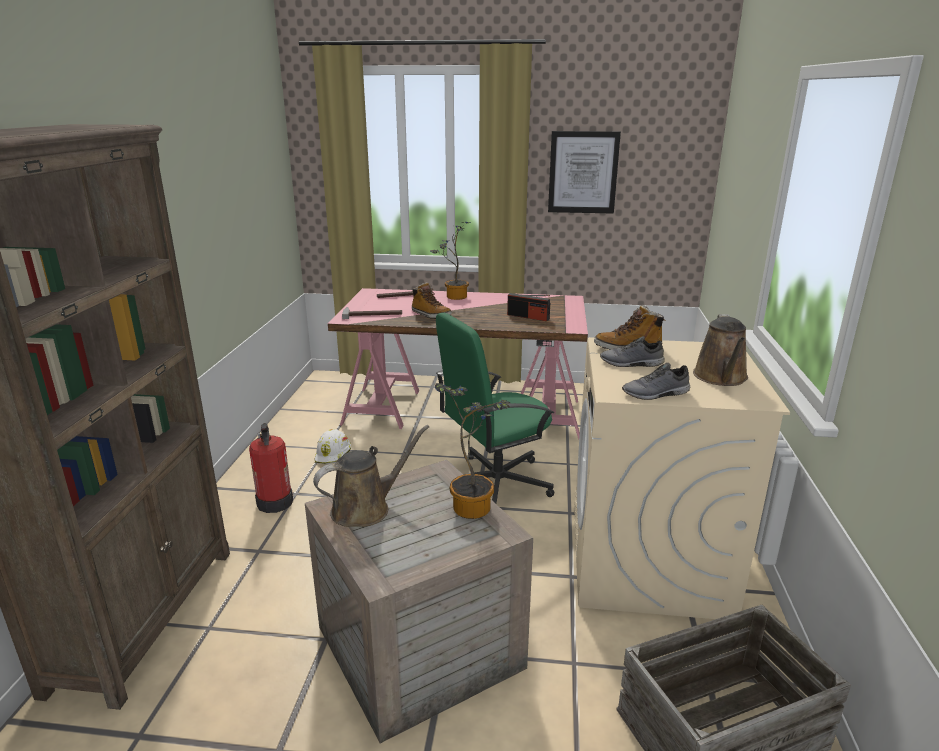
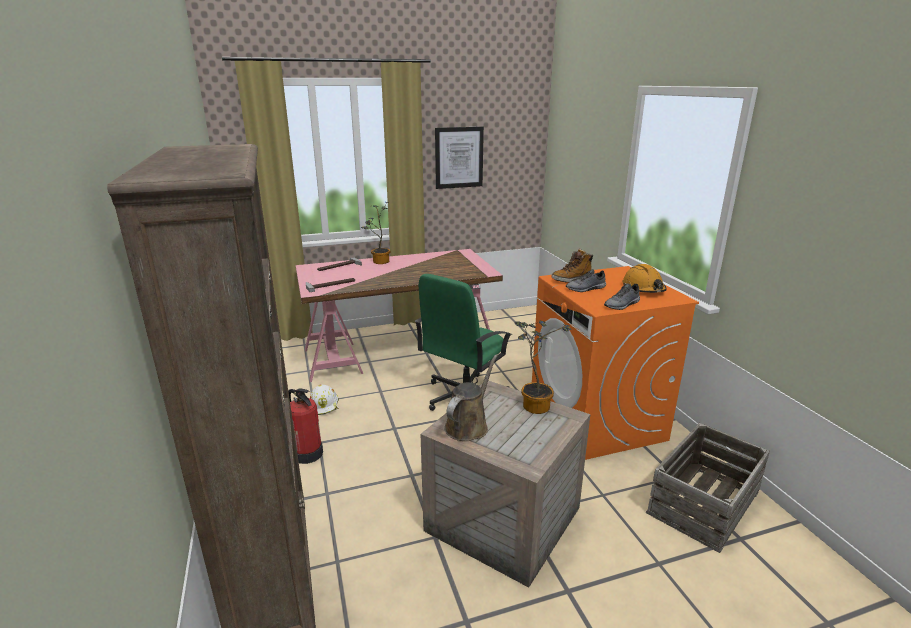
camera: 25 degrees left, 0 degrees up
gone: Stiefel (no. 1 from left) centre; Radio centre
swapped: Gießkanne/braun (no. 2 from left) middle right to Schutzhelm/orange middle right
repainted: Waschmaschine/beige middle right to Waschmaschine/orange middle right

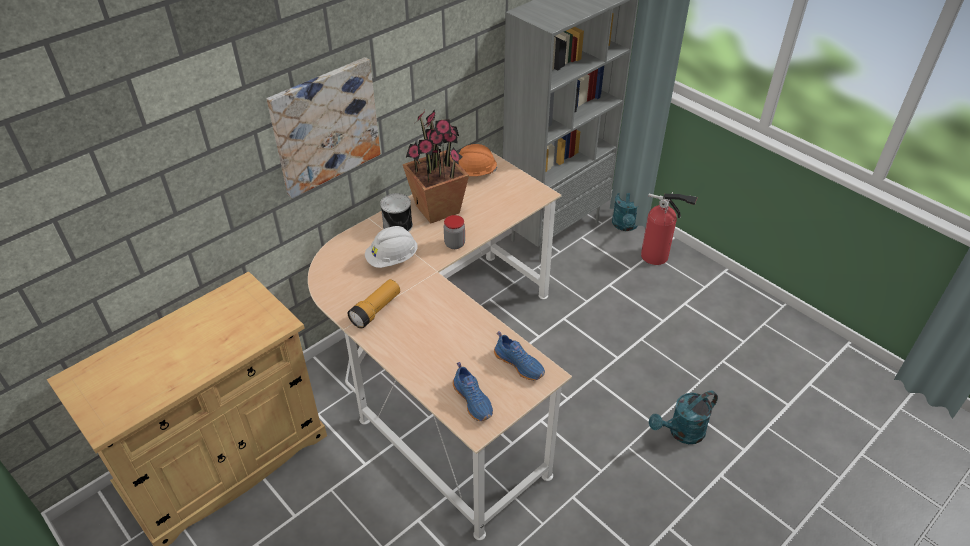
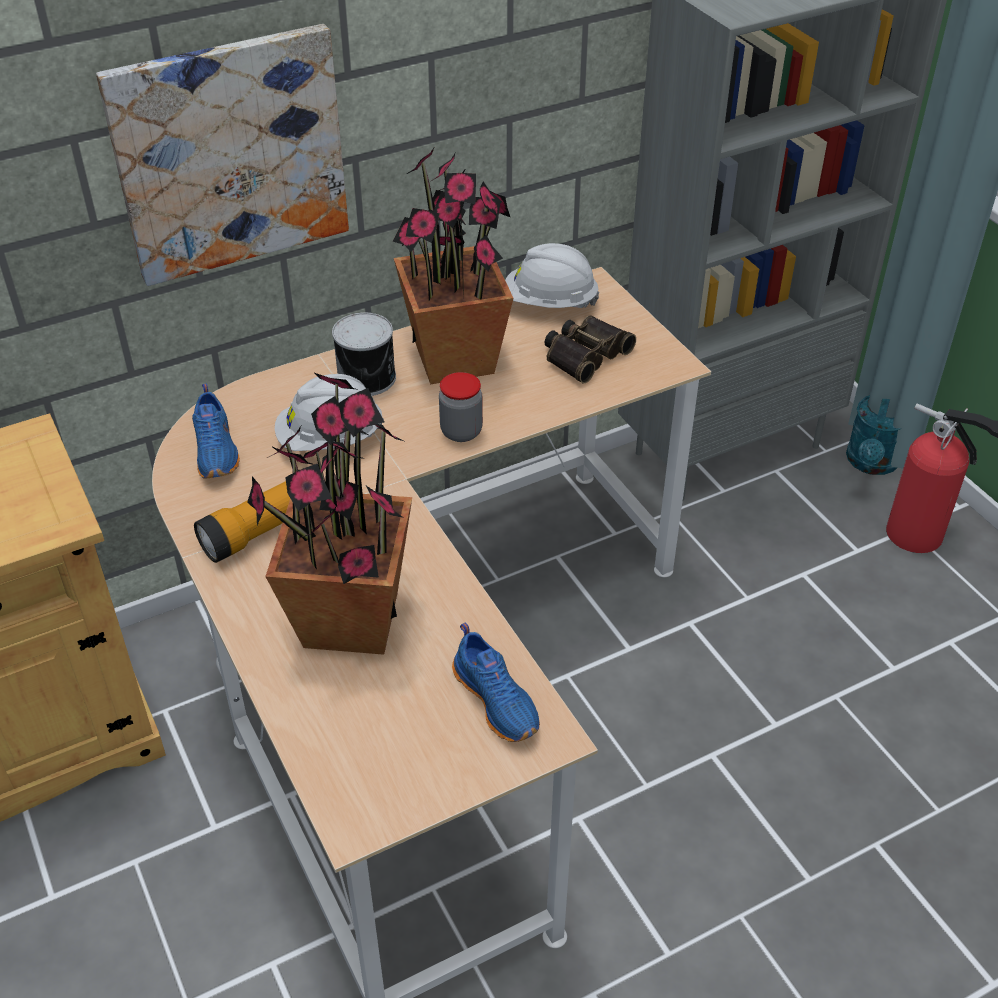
camera: 15 degrees right, 0 degrees up
gone: Gießkanne/türkis (no. 2 from left) bottom right
new: Topfpflanze (no. 1 from left) middle left; Fernglas centre
shifted: Schuh/blau (no. 1 from left) bottom centre to middle left
repainted: Schutzhelm/orange top centre to Schutzhelm/weiß (no. 2 from left) top centre

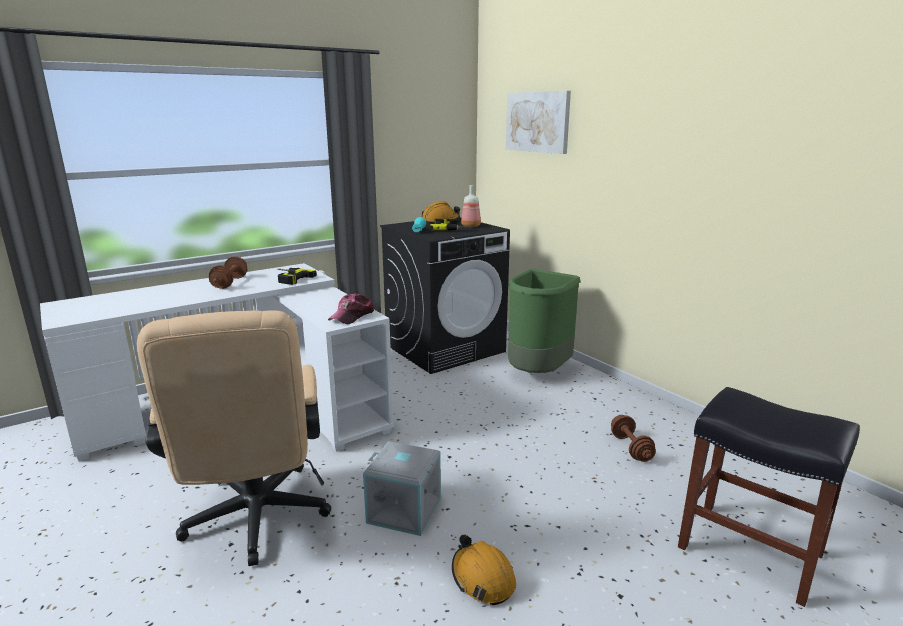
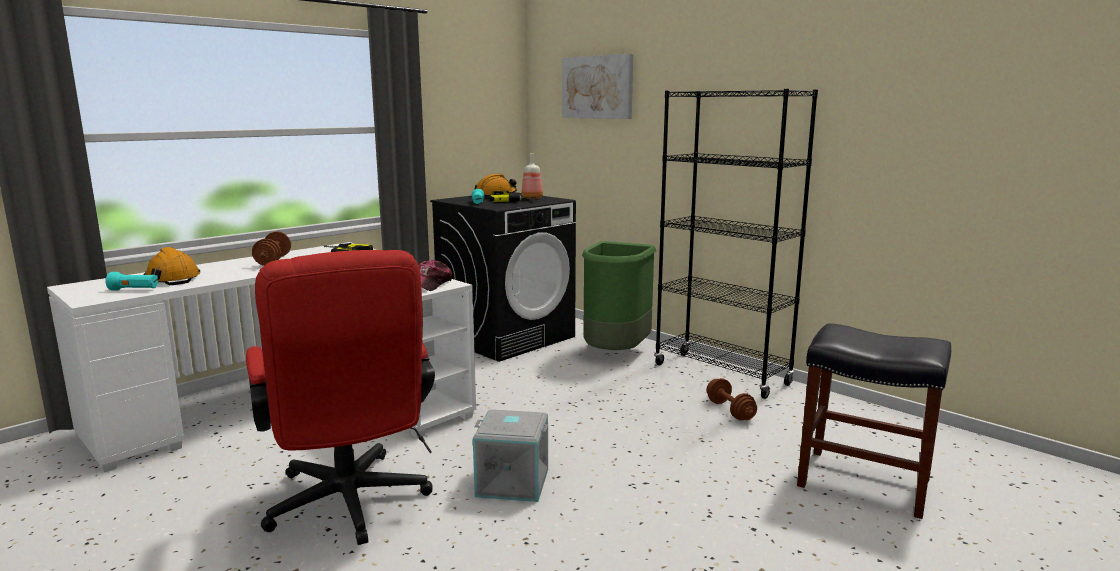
camera: 10 degrees left, 5 degrees down
new: Taschenlampe/türkis (no. 1 from left) middle left; Bücherregal/schwarz centre
shifted: Schutzhelm/orange (no. 2 from left in the first image) bottom centre to Schutzhelm/orange (no. 1 from left) middle left
repainted: Bürostuhl/beige bottom left to Bürostuhl/rot bottom left

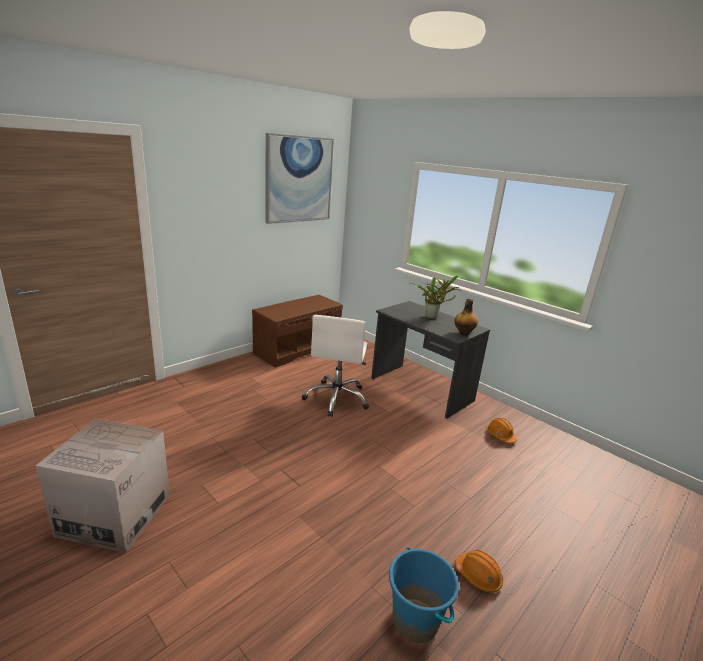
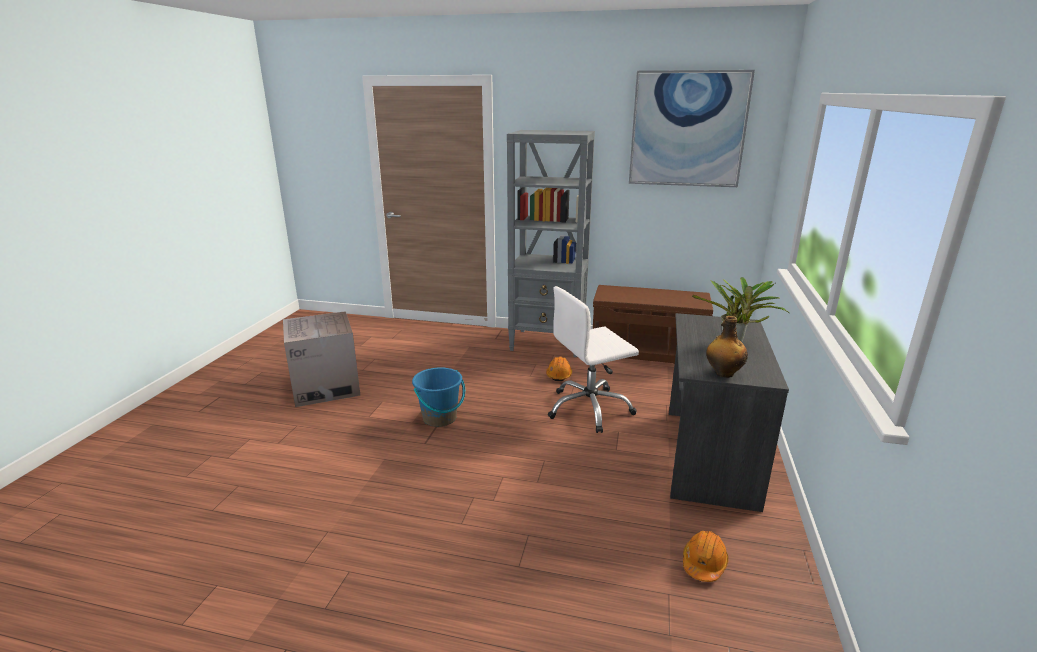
camera: 60 degrees right, 0 degrees up
new: Bücherregal/grau centre
shifted: Eimer/blau bottom centre to centre; Schutzhelm/orange (no. 1 from left) bottom right to centre

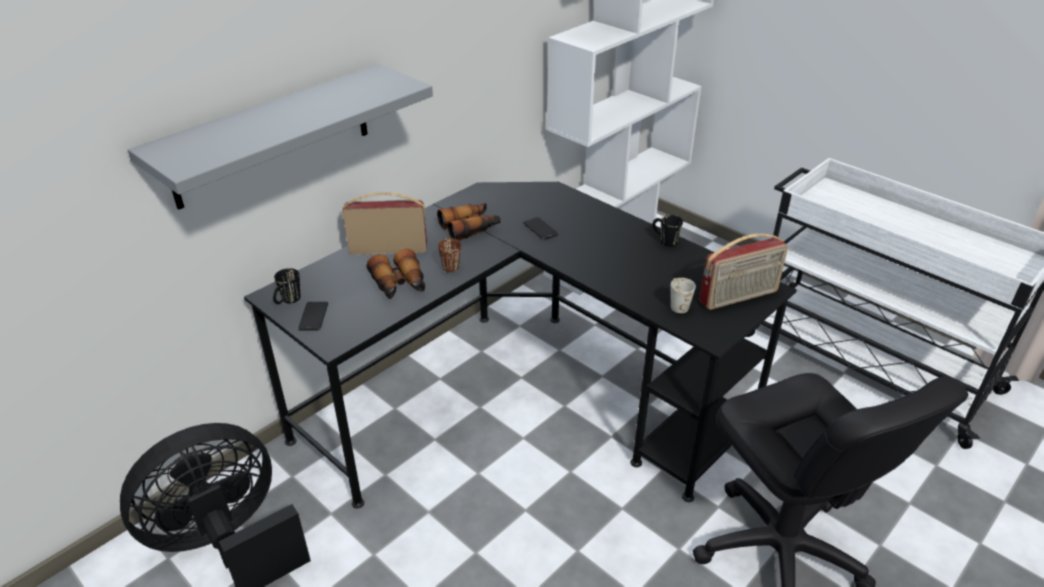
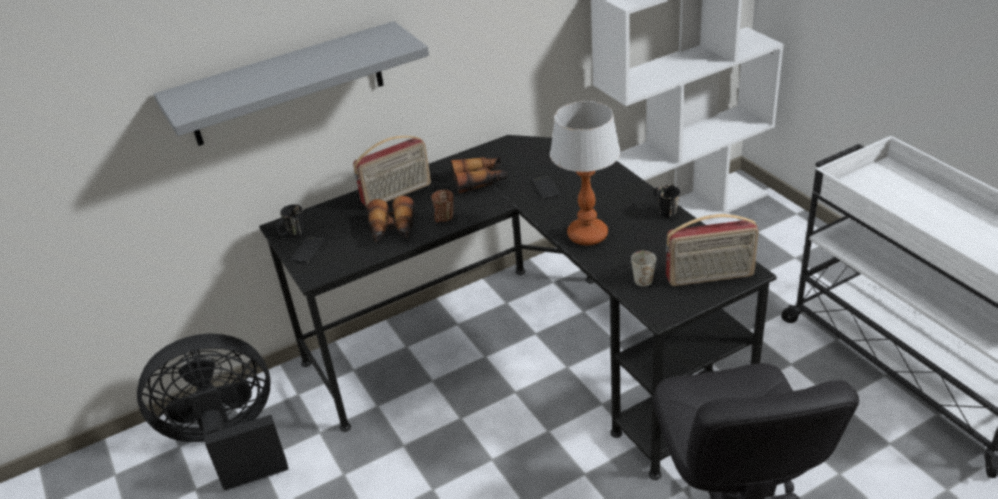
camera: 20 degrees right, 0 degrees up
new: Tischlampe centre
rotated: Radio (no. 1 from left) centre = centre 135 degrees clockwise

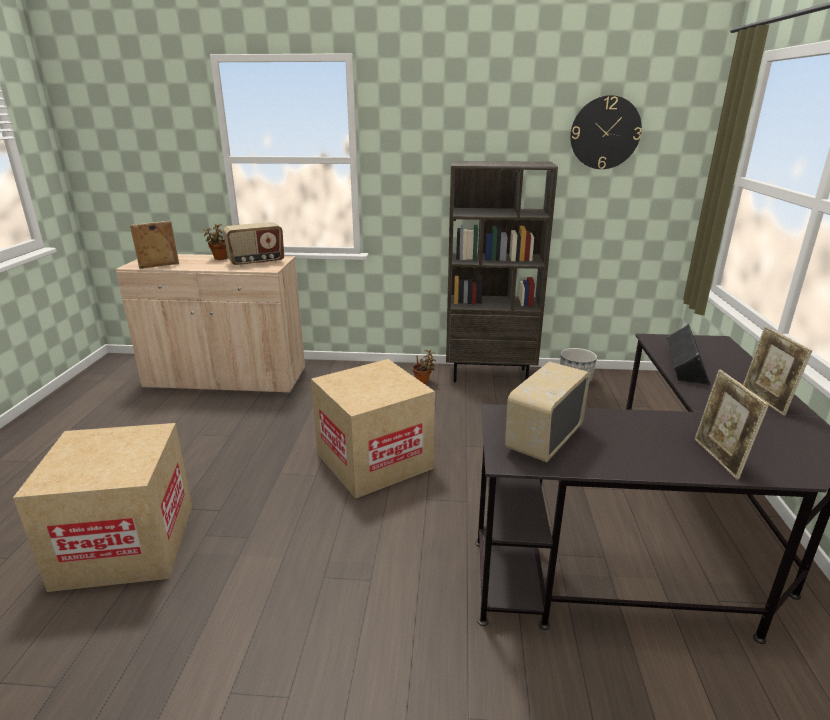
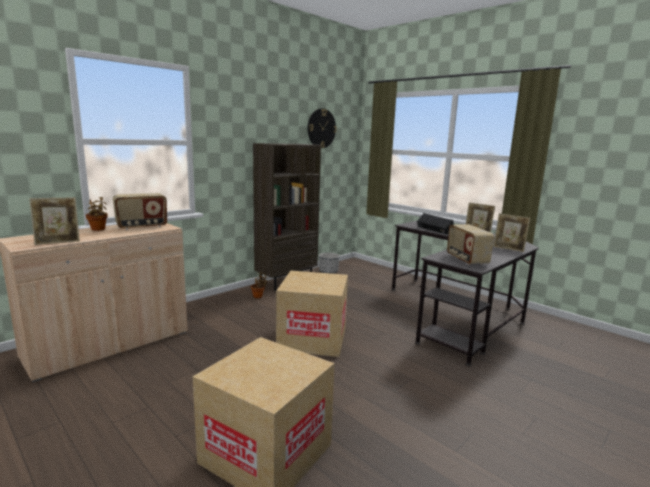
camera: 50 degrees left, 10 degrees down
rotated: Bilderrahmen (no. 1 from left) middle left = middle left 135 degrees counterclockwise; Radio (no. 1 from left) middle left = middle left 45 degrees clockwise

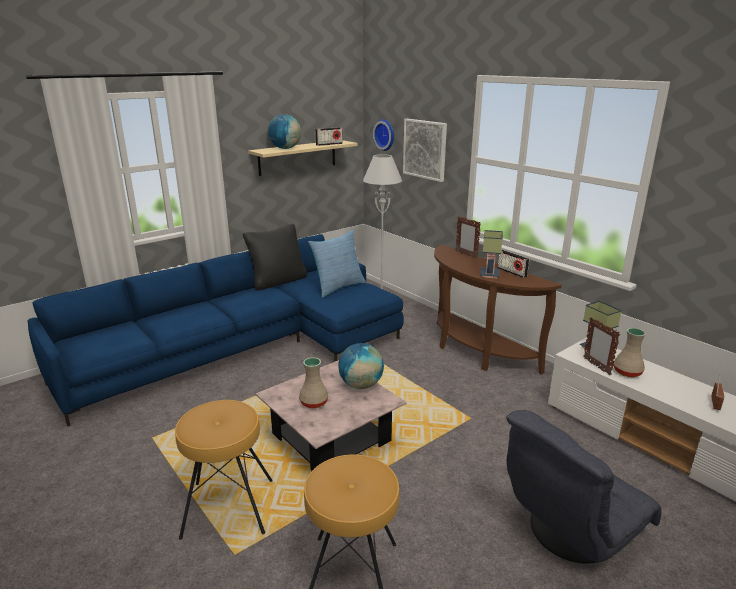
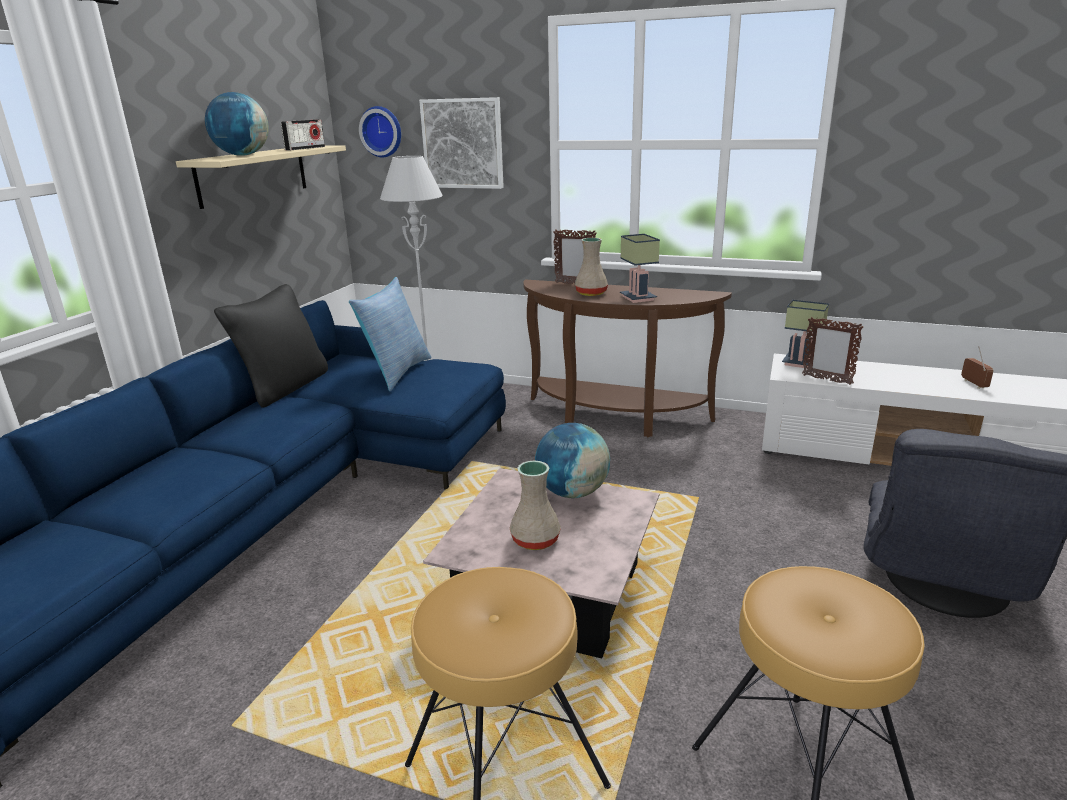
camera: 30 degrees left, 0 degrees up
gone: Radio (no. 2 from left) middle right
shifted: Vase/beige (no. 2 from left) middle right to centre

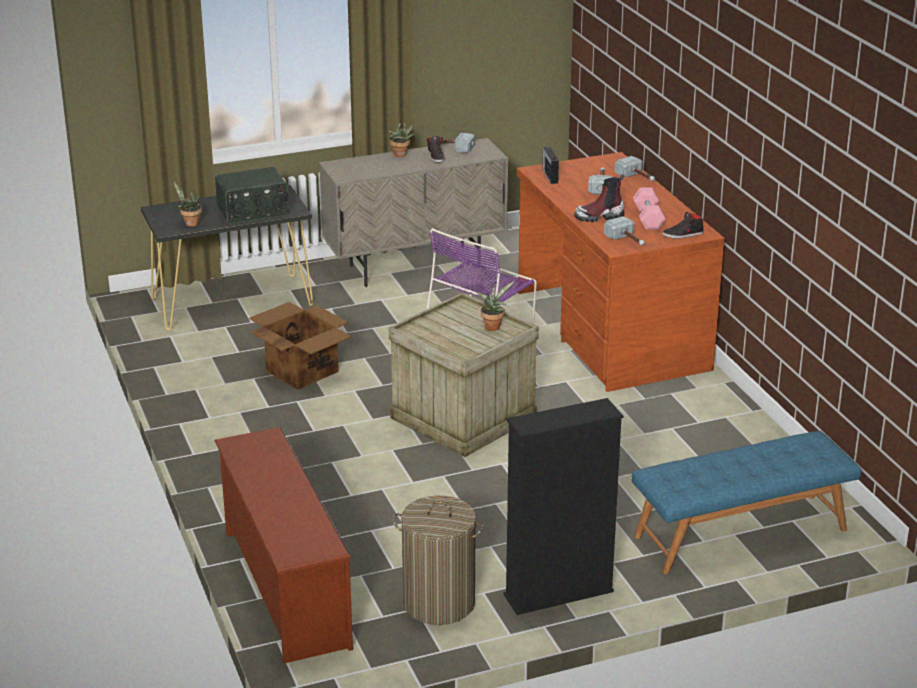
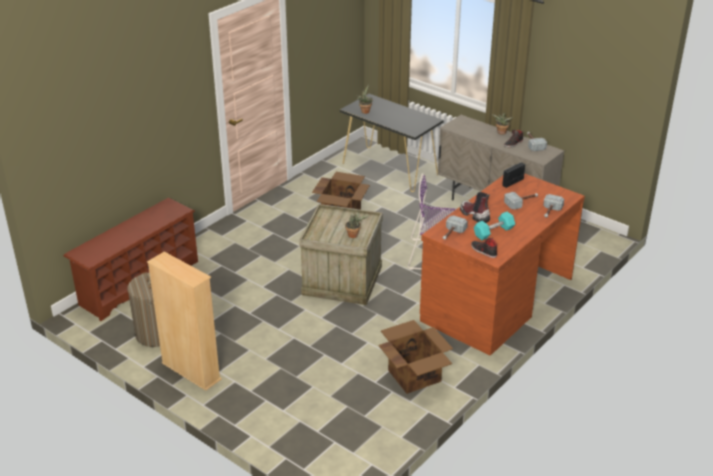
camera: 60 degrees right, 5 degrees up
gone: Radio (no. 1 from left) top left; Bank/blau bottom right
new: Karton (no. 2 from left) bottom centre
repainted: Bücherregal/schwarz bottom centre to Bücherregal/beige bottom left; Hantel/rosa top right to Hantel/türkis middle right

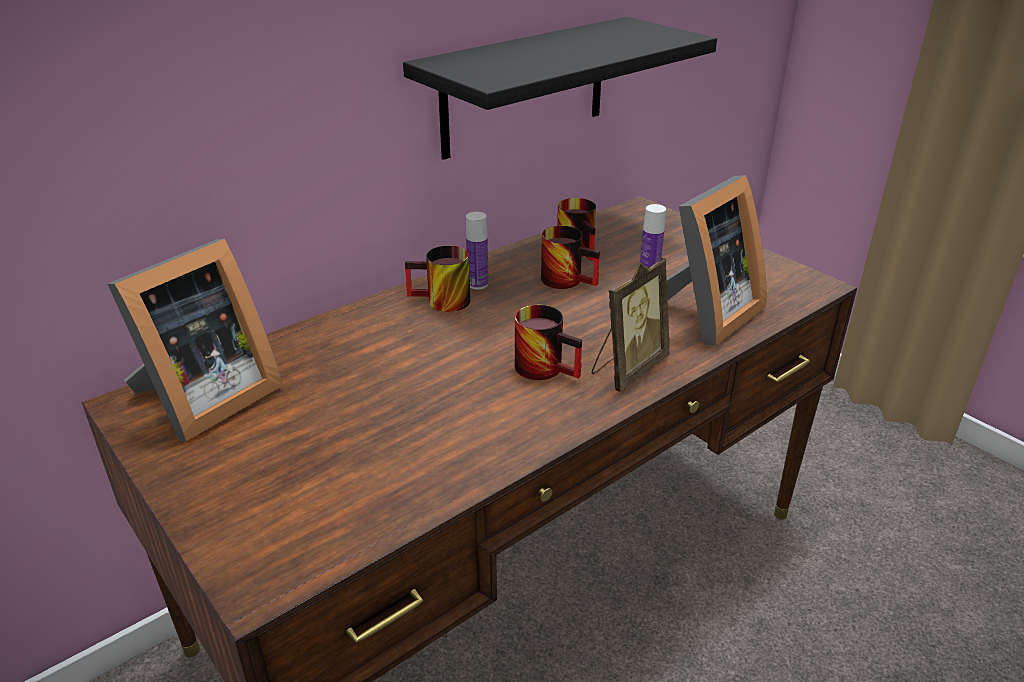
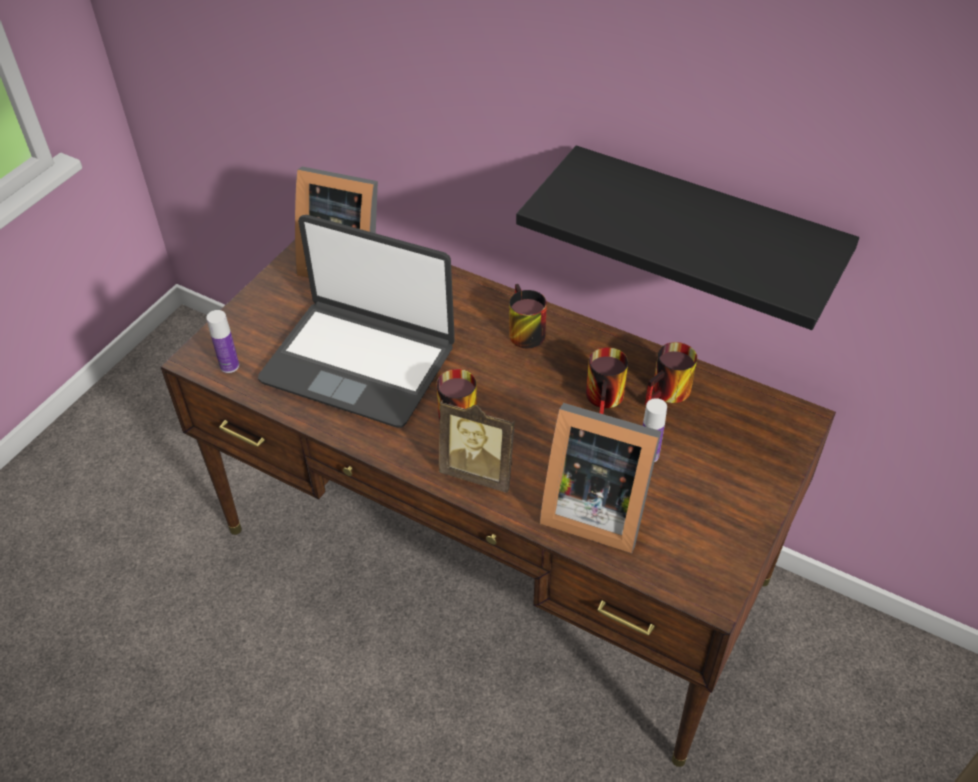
camera: 70 degrees right, 15 degrees up
new: Laptop centre
shifted: Flasche (no. 1 from left) centre to middle left

